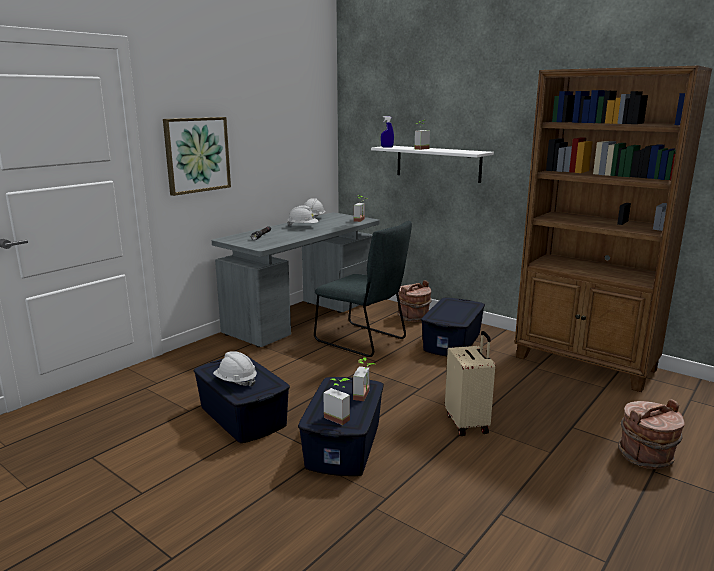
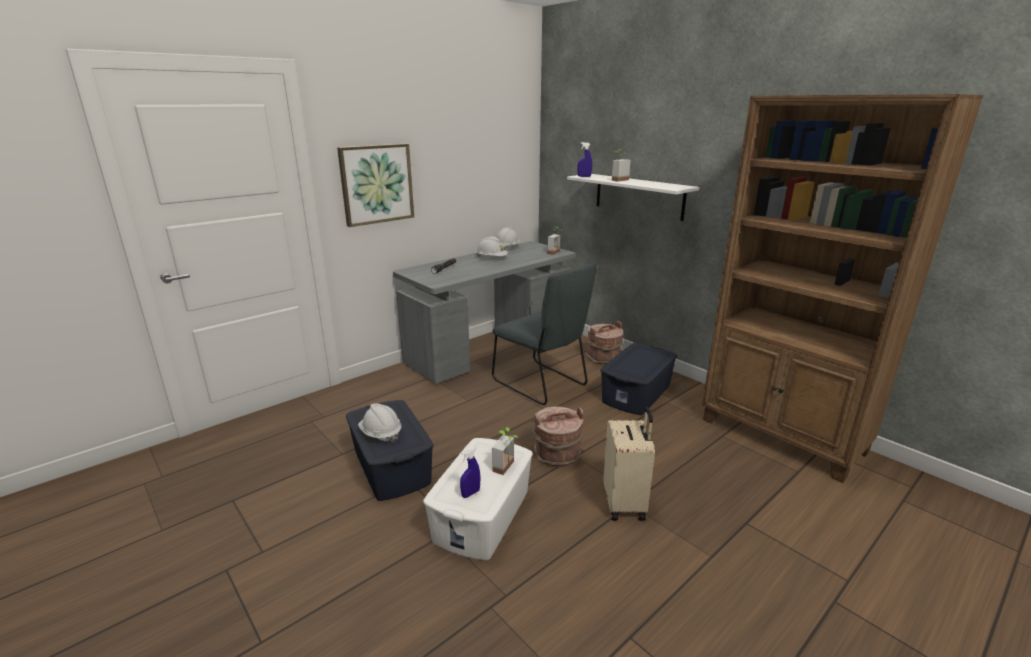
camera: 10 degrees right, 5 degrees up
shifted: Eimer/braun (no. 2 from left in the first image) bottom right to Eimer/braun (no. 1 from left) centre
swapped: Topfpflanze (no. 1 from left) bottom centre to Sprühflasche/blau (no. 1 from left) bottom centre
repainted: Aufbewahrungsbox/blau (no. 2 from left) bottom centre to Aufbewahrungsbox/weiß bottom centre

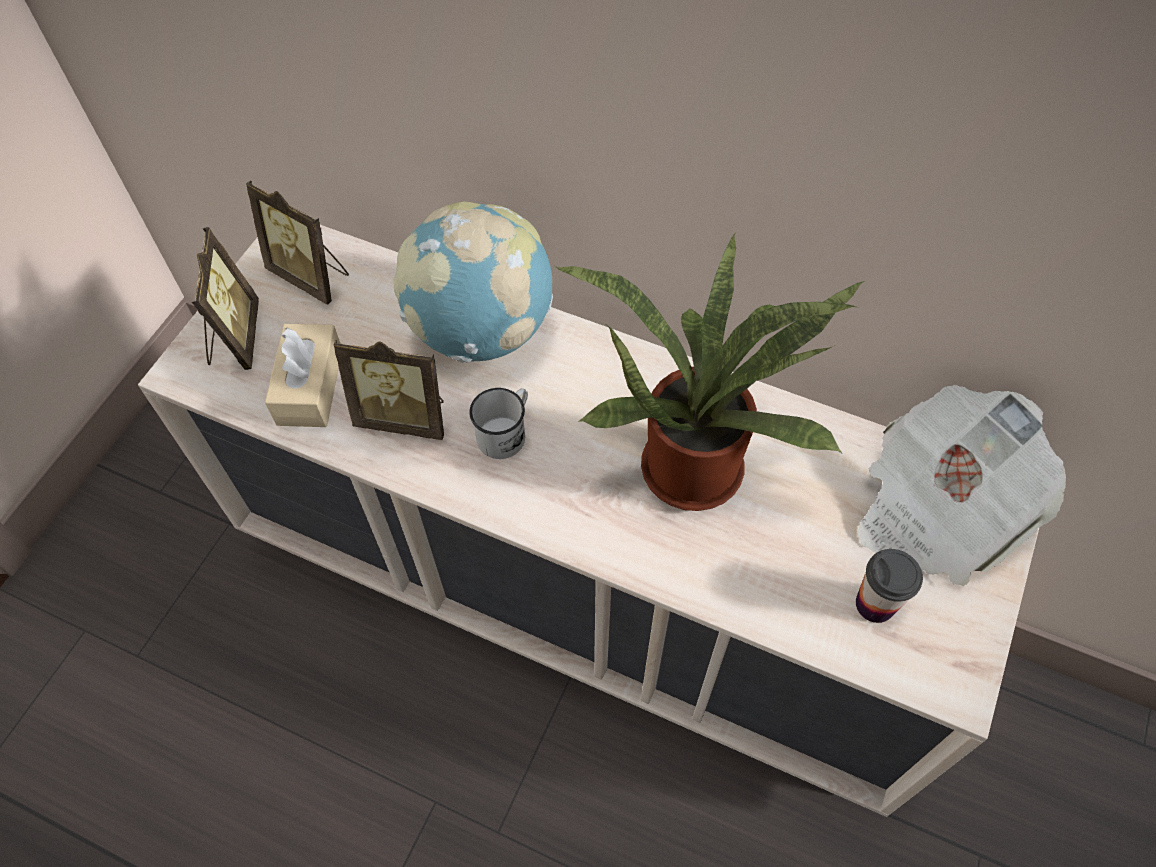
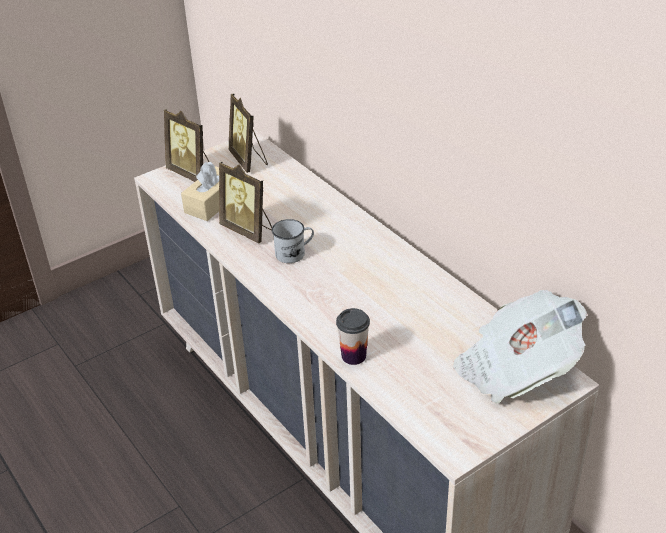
camera: 30 degrees right, 20 degrees down
gone: Globus top centre; Topfpflanze centre
shifted: Tasse bottom right to centre
rotated: Bilderrahmen (no. 1 from left) middle left = top left 105 degrees clockwise

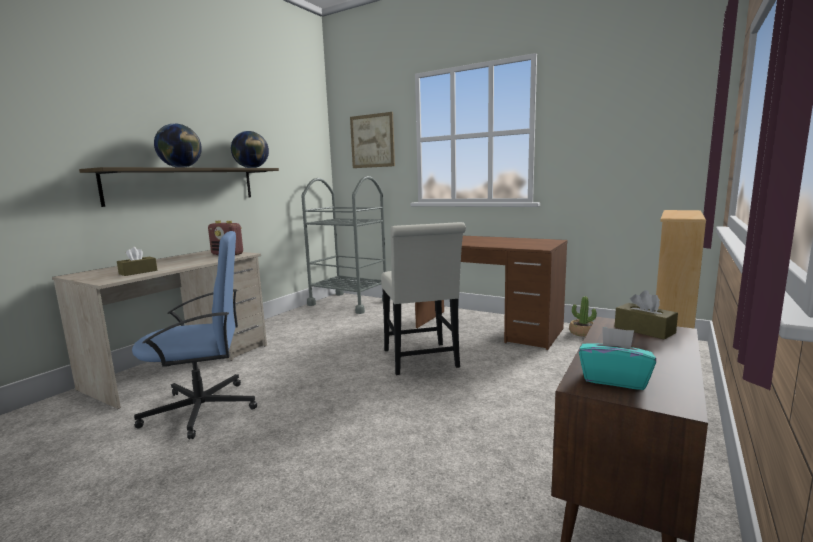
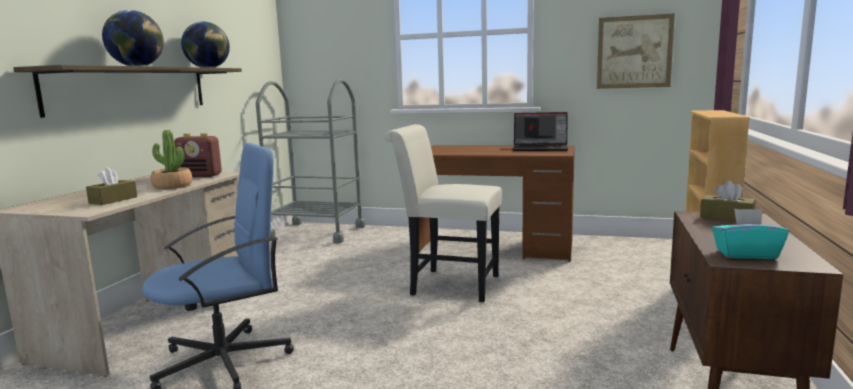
camera: 15 degrees left, 0 degrees up
new: Laptop centre
shifted: Topfpflanze middle right to middle left; Bild top centre to top right
rotated: Stuhl/weiß centre = centre 135 degrees clockwise

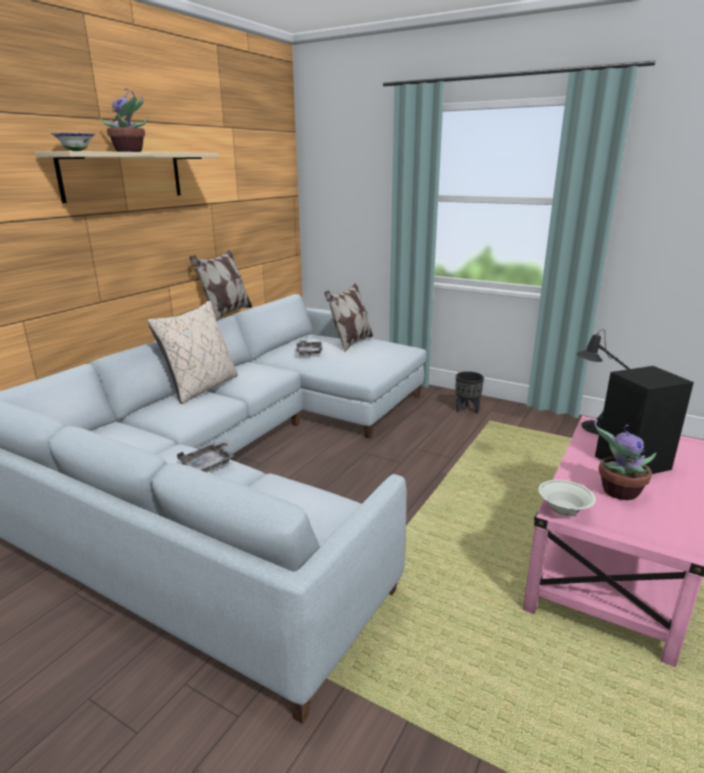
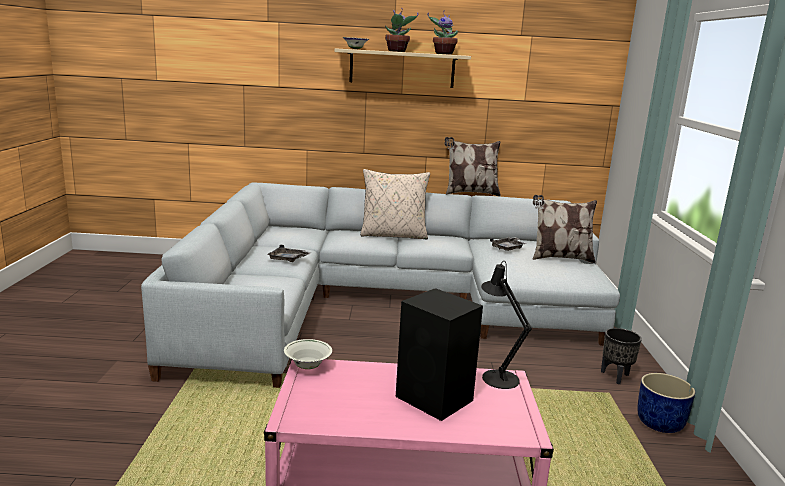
camera: 60 degrees right, 5 degrees down
new: Pflanzkübel/blau bottom right
shifted: Topfpflanze (no. 2 from left) middle right to top centre

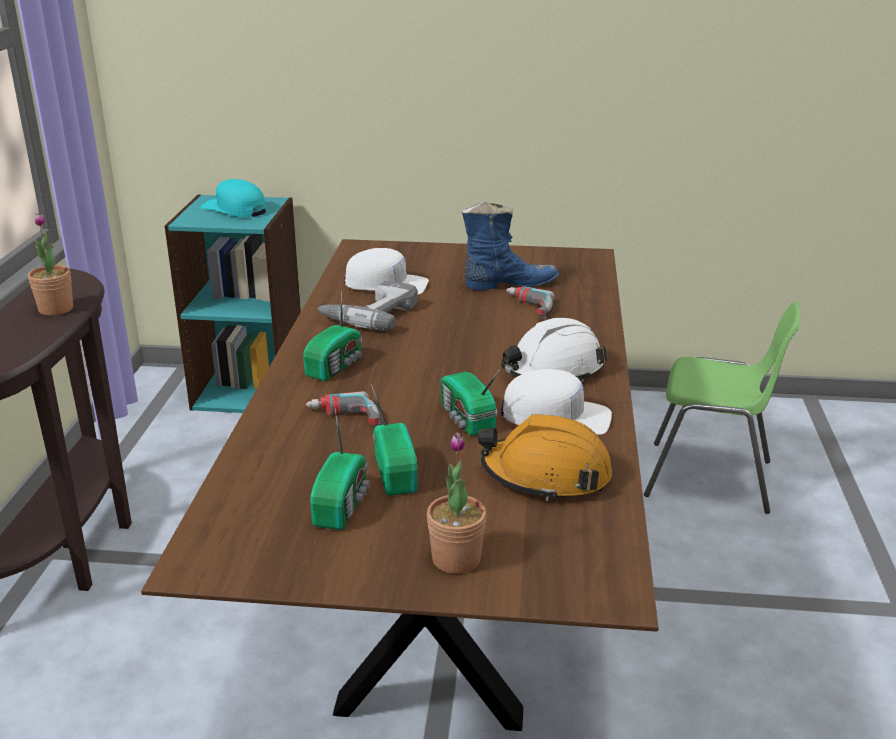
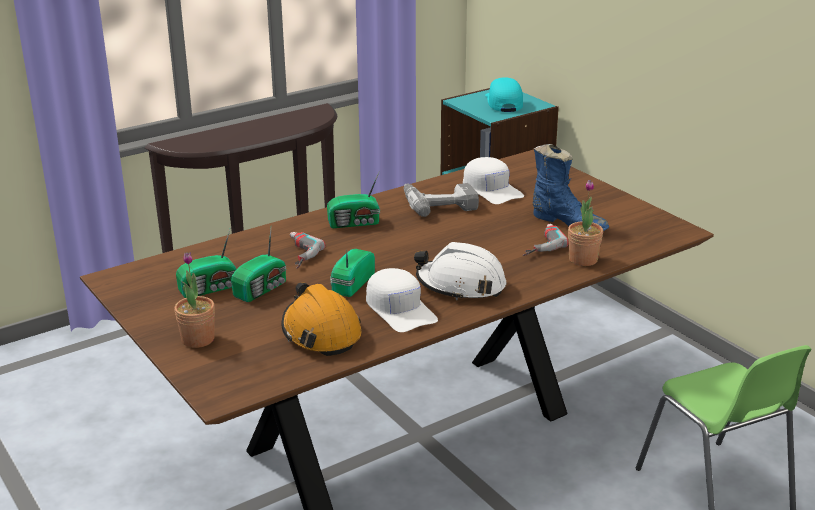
camera: 50 degrees right, 0 degrees up
shifted: Topfpflanze (no. 1 from left in the first image) middle left to Topfpflanze (no. 2 from left) middle right

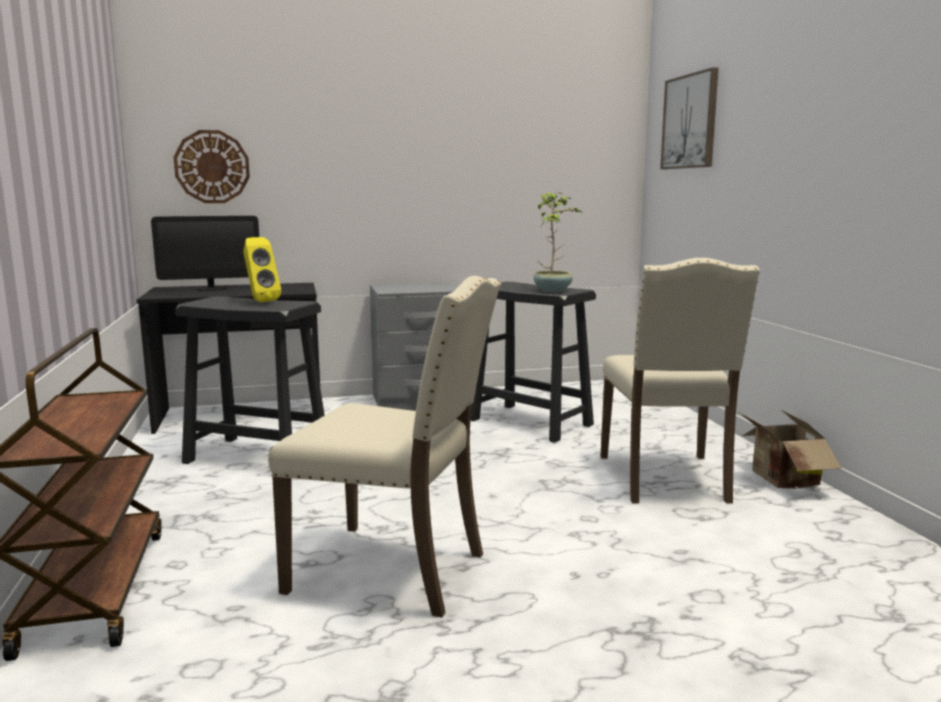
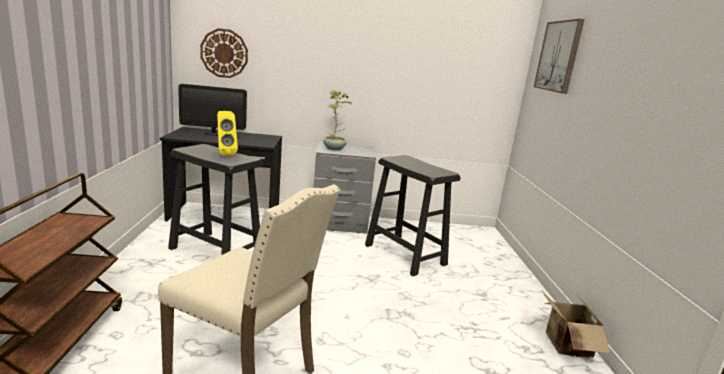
camera: 10 degrees right, 5 degrees up
gone: Stuhl/beige (no. 2 from left) middle right
shifted: Topfpflanze centre to top centre

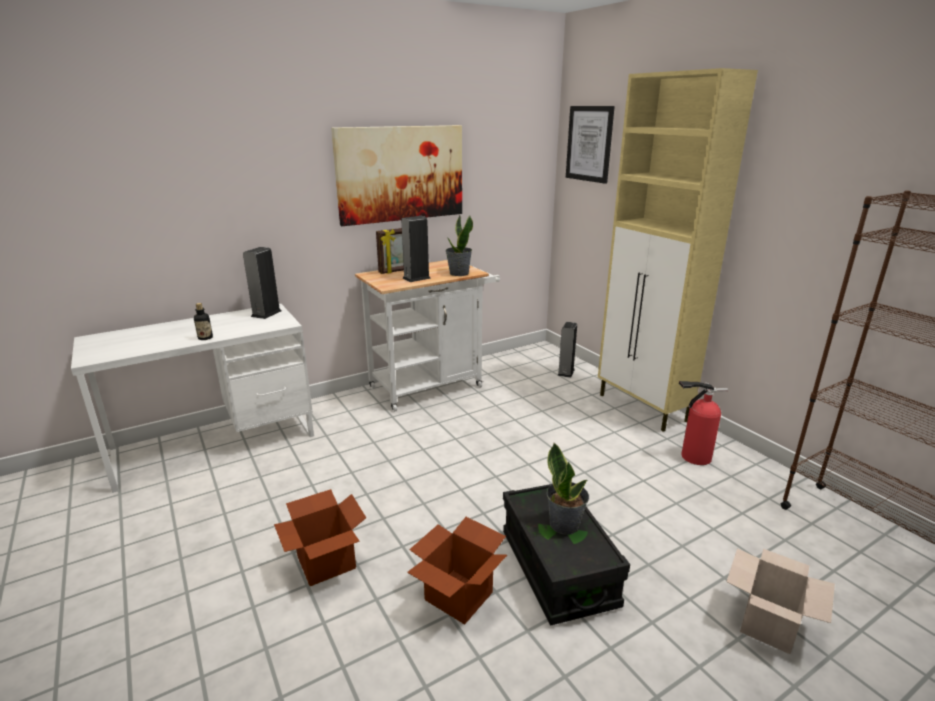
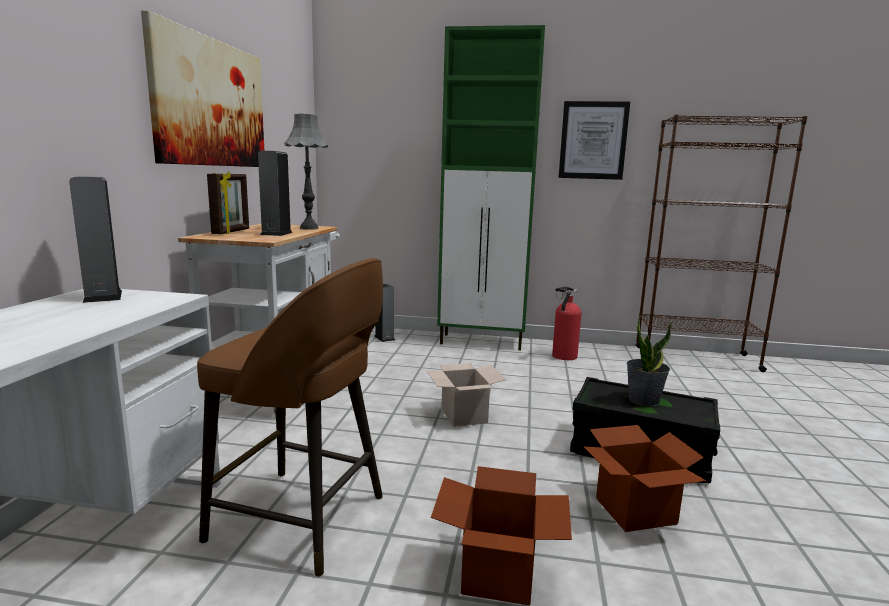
camera: 50 degrees left, 10 degrees down
gone: Flasche middle left
new: Hocker/braun bottom left
shifted: Karton (no. 3 from left in the first image) bottom right to Karton (no. 1 from left) centre; Bild (no. 2 from left) top centre to top right
swapped: Topfpflanze (no. 1 from left) centre to Tischlampe/grau top centre
repainted: Schrank/beige middle right to Schrank/grün top centre

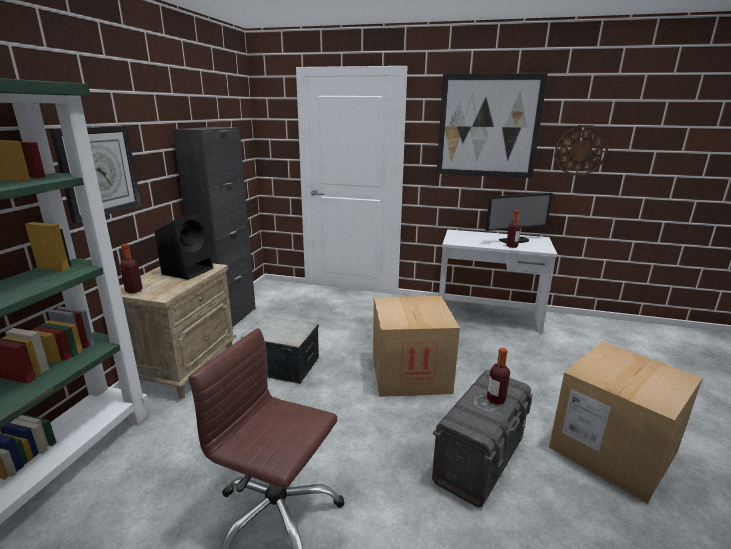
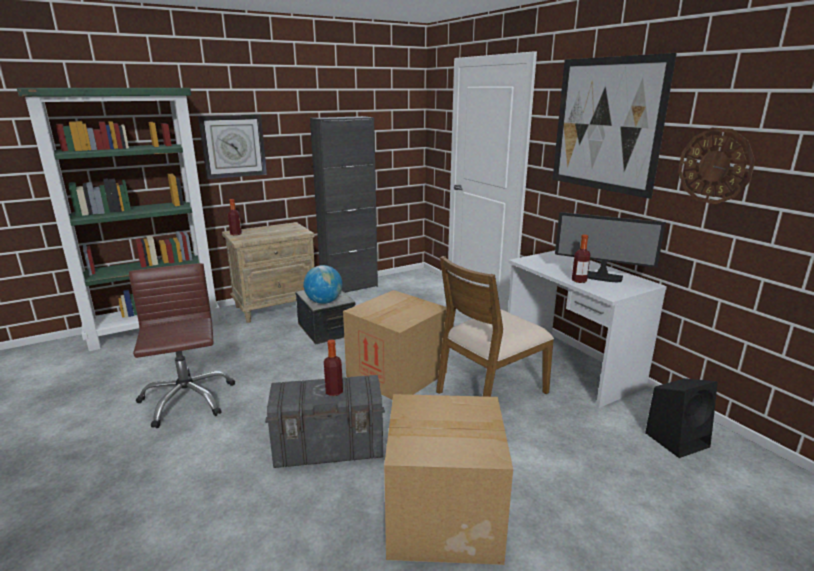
camera: 45 degrees right, 0 degrees up
new: Globus centre; Stuhl/braun centre
shifted: Lautsprecher/schwarz middle left to bottom right

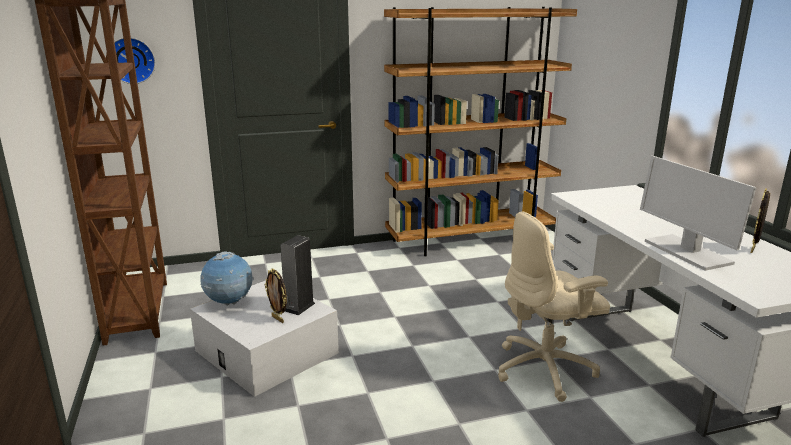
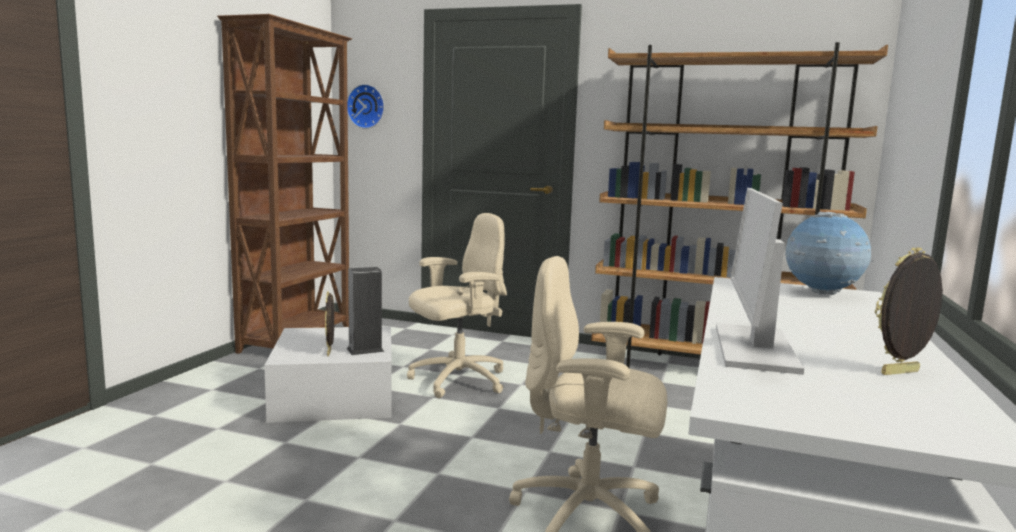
camera: 35 degrees right, 10 degrees down
new: Bürostuhl/beige (no. 1 from left) centre
shifted: Globus middle left to middle right

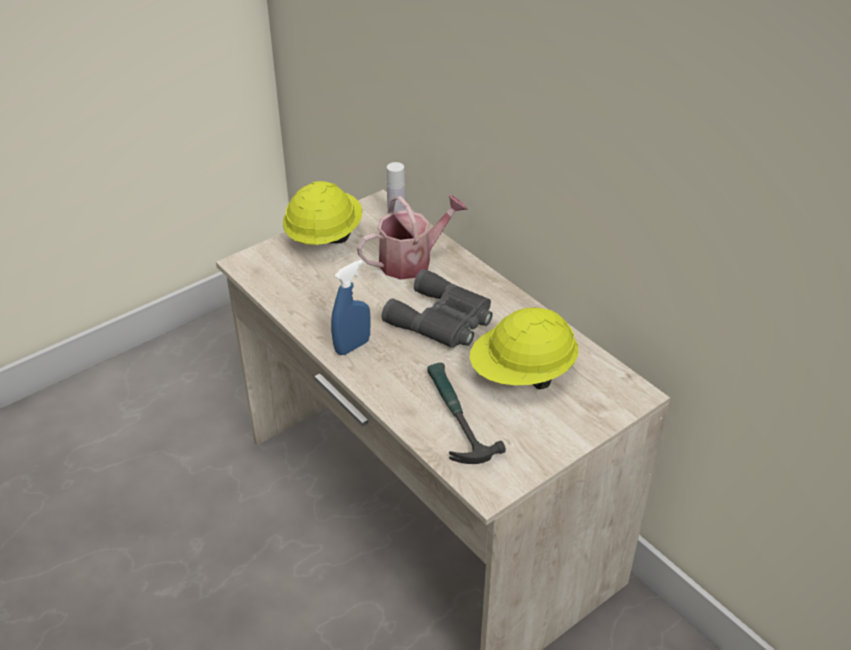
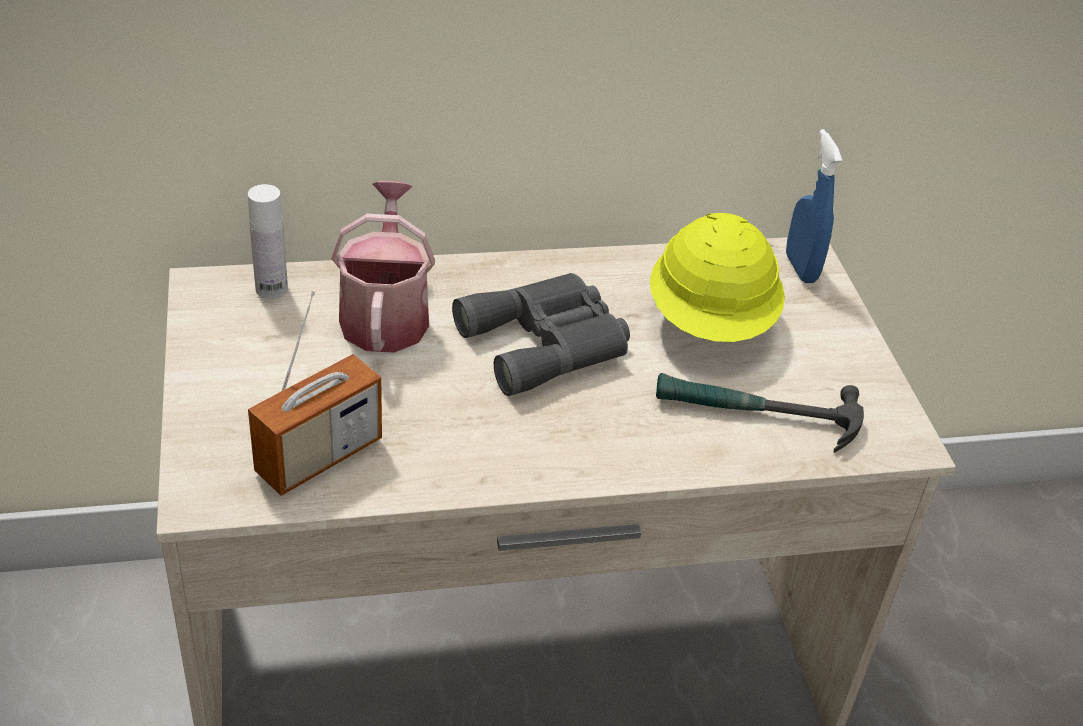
camera: 65 degrees left, 0 degrees up
gone: Schutzhelm/gelb (no. 1 from left) top centre
new: Radio middle left
shifted: Sprühflasche/blau centre to top right

